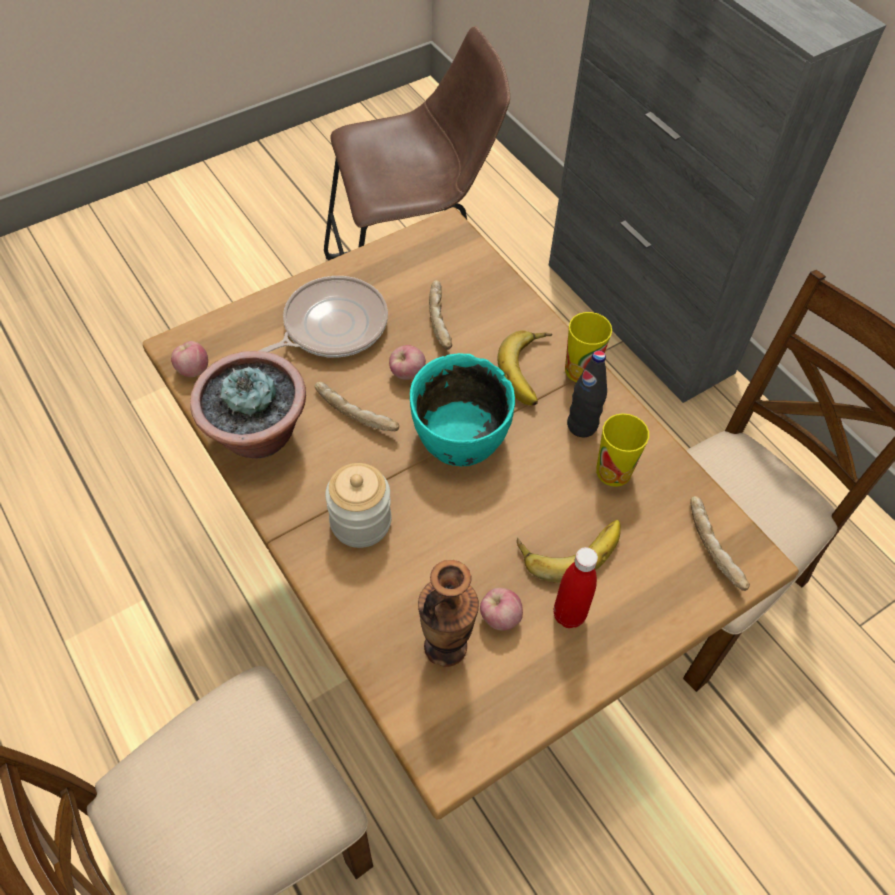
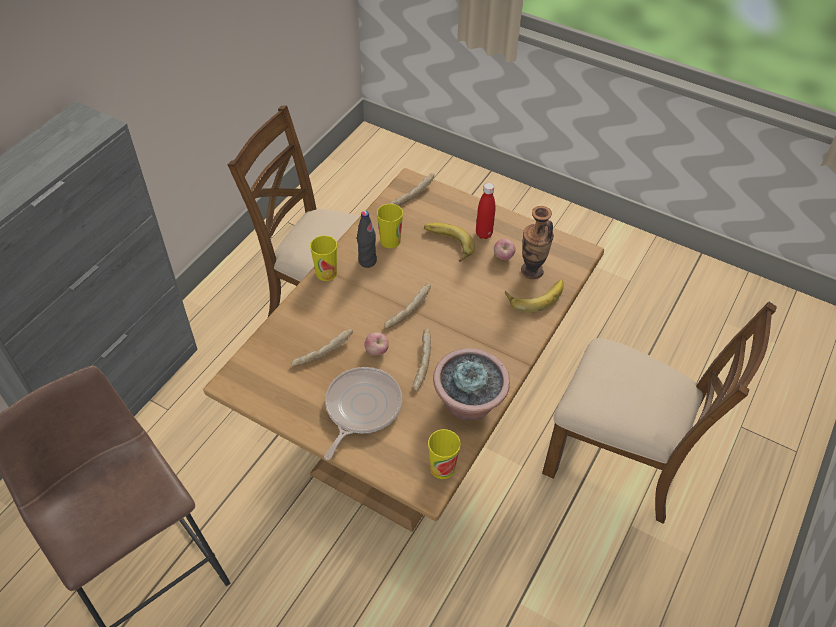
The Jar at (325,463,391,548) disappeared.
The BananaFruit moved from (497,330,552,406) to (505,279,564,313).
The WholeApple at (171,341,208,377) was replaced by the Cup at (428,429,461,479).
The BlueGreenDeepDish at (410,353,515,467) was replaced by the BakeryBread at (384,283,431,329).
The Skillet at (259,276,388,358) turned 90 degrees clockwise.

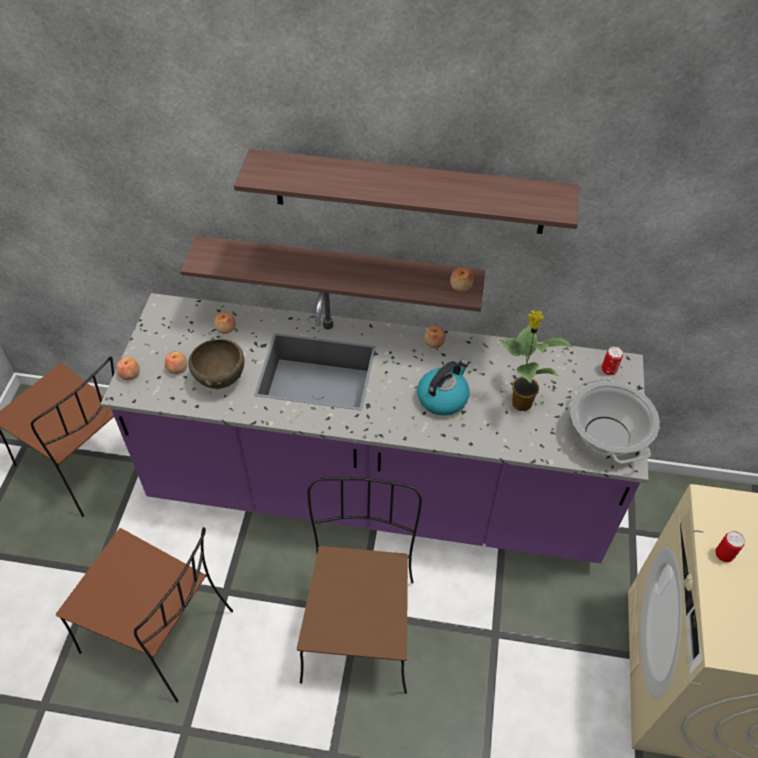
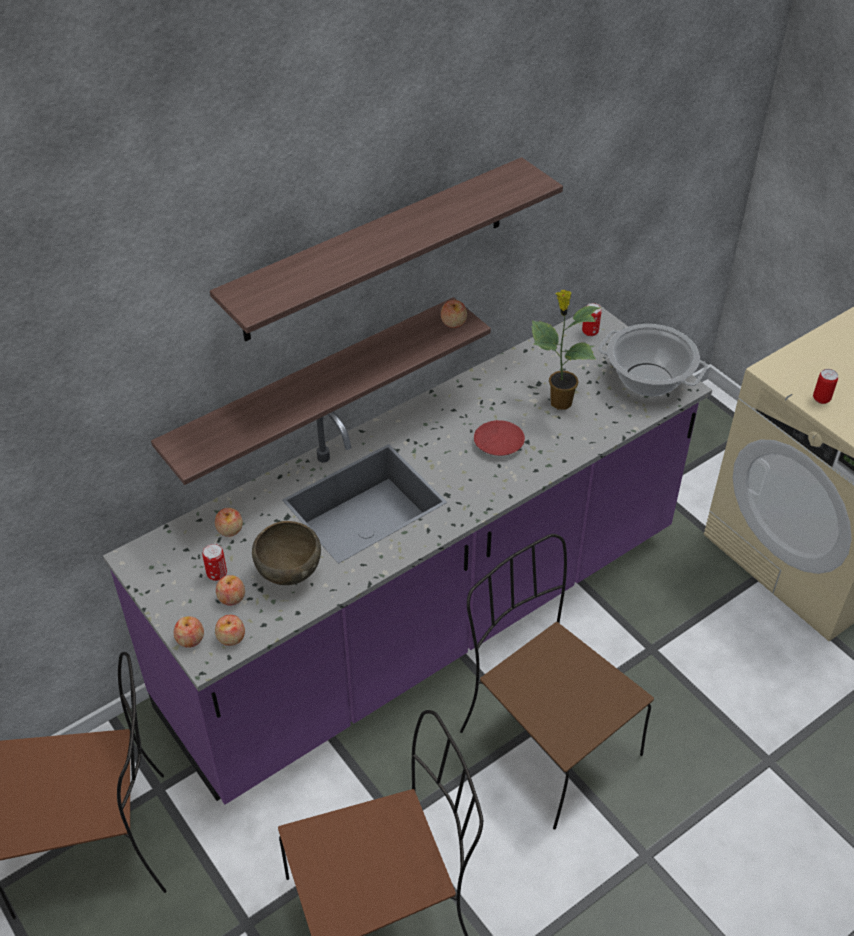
The Can at (202,543,227,581) appeared.
The WholeApple moved from (424,325,446,348) to (215,615,245,646).
The TeaKettle at (417,360,470,416) was replaced by the ReddishPlate at (474,420,525,456).

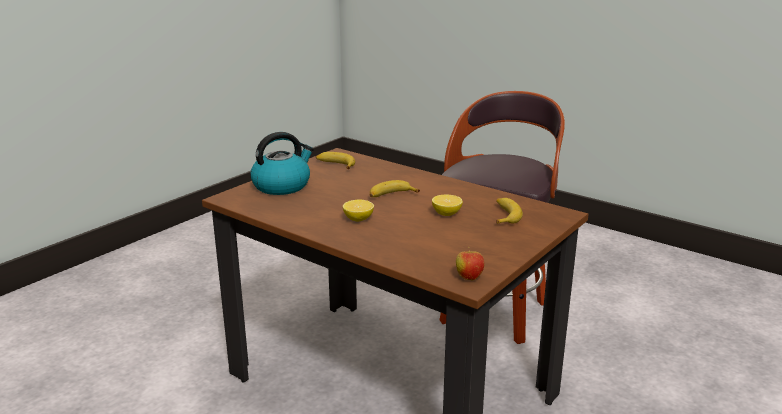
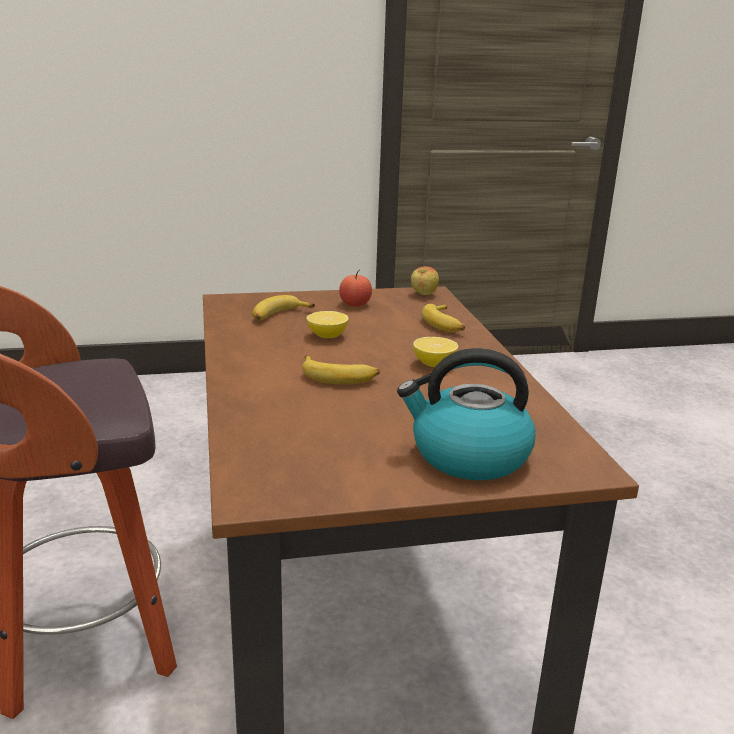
The WholeApple at (339,269,372,307) appeared.
The BananaFruit moved from (316,152,355,169) to (422,304,465,332).

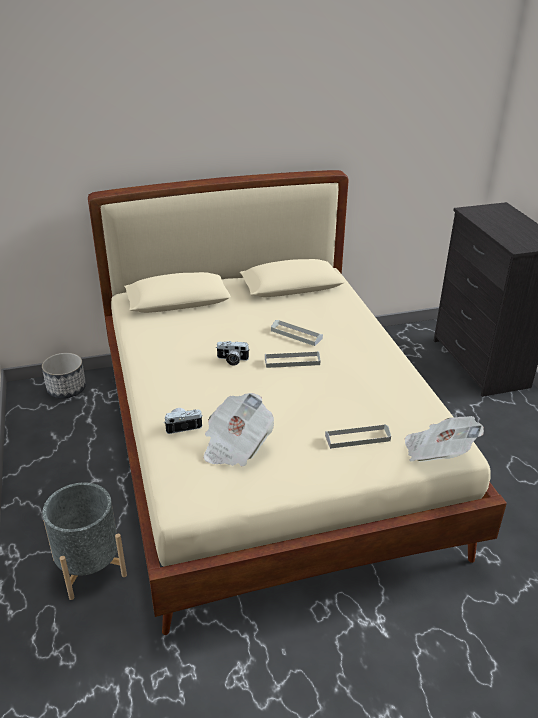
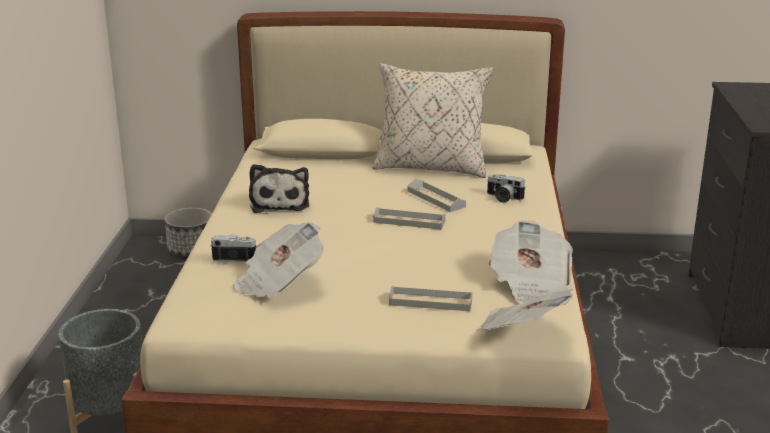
The PlushToy at (249,164,309,213) appeared.
The BeigePillow at (372,63,493,178) appeared.
The PrintedPaper at (489,220,573,304) appeared.
The PhotoCamera moved from (217,341,250,366) to (487,174,526,203).

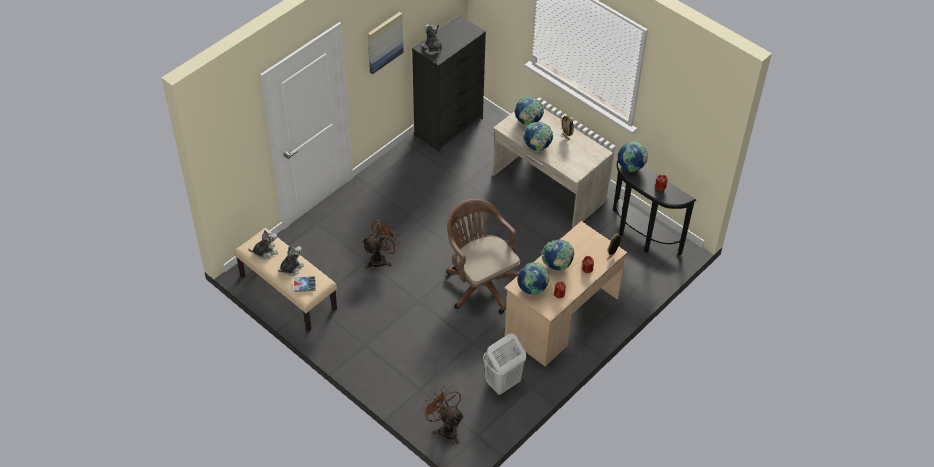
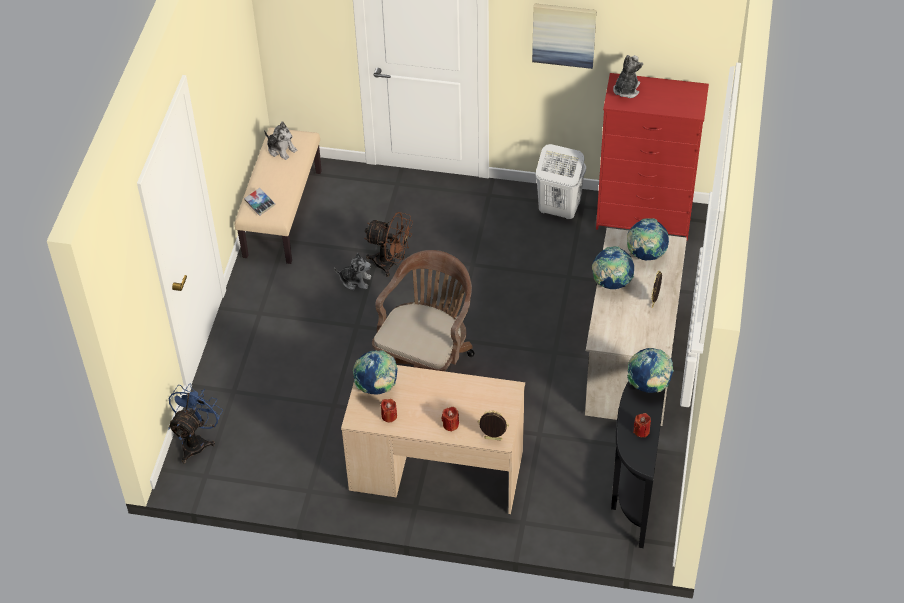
The DeskGlobe at (542,240,574,271) disappeared.
The PlushToy moved from (278,246,304,276) to (334,253,371,290).
The WhiteLaundryBasket moved from (483,334,526,395) to (536,144,586,220).
The BlackDresser at (412,15,486,152) became the ReddishDresser at (596,73,709,241).
The BrownColouredCoolingFan at (422,386,464,444) became the BlueCoolingFan at (168,383,223,464).

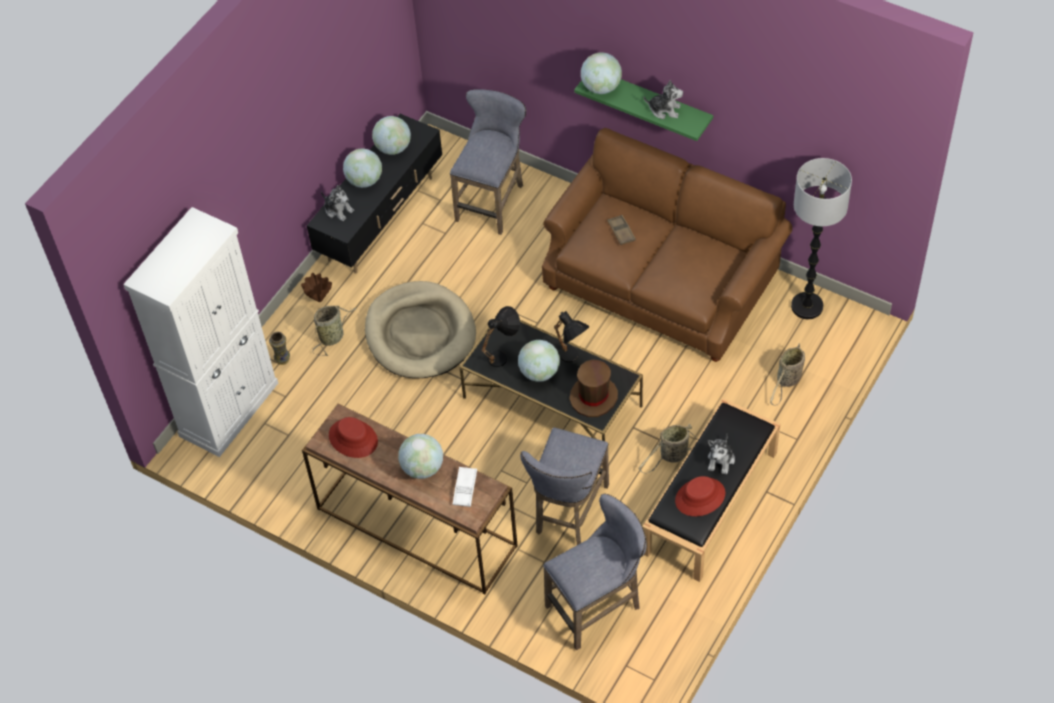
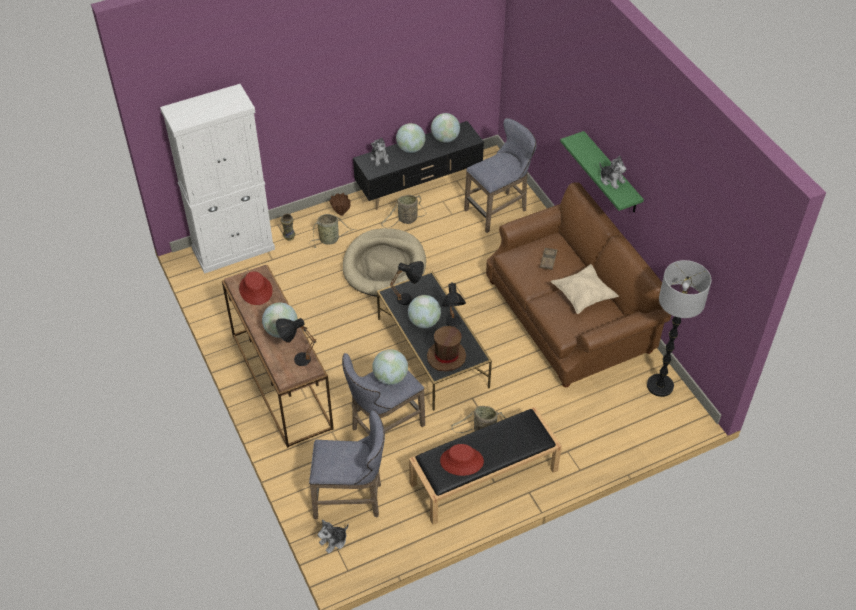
The BeigePillow at (551,264,619,314) appeared.
The DeskGlobe moved from (581,52,622,94) to (372,349,408,385).
The PlushToy moved from (708,434,735,474) to (318,519,349,554).
The HouseholdBasket moved from (770,343,805,406) to (381,195,426,228).
The WhiteTray at (453,467,477,507) was replaced by the BlackTabletopLamp at (276,318,316,366).

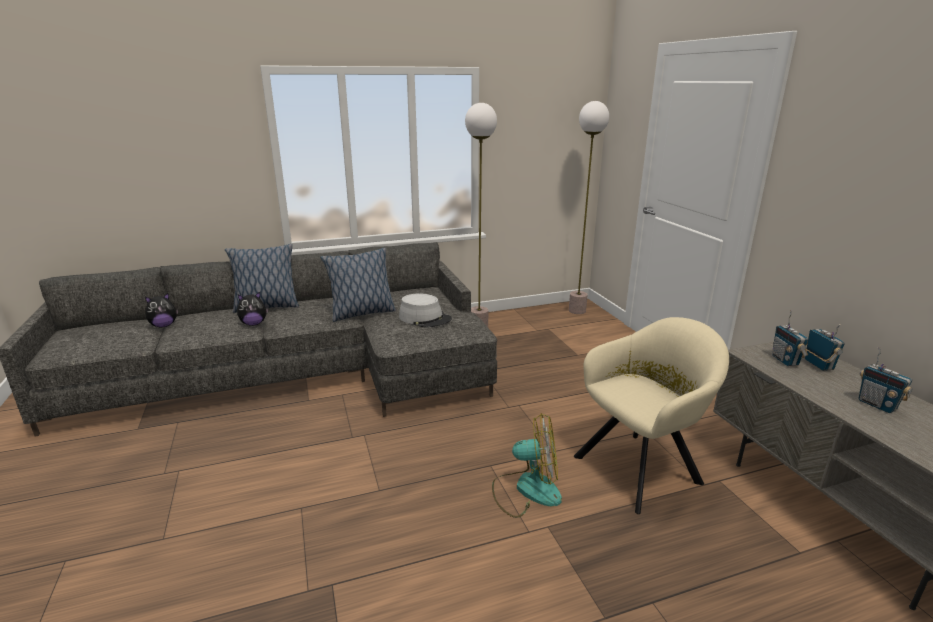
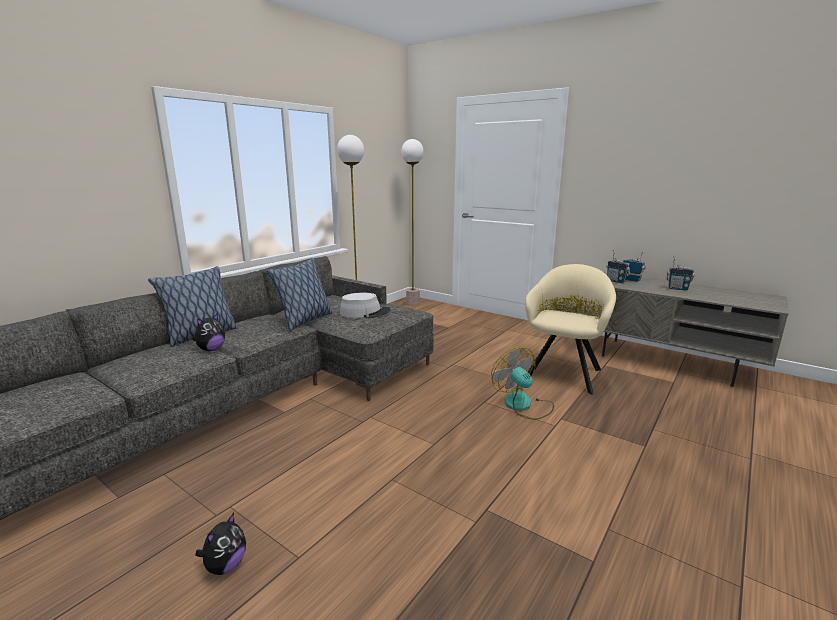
The PlushToy moved from (145,293,178,327) to (195,513,246,575).
The CoolingFan at (492,413,562,518) turned 90 degrees counterclockwise.

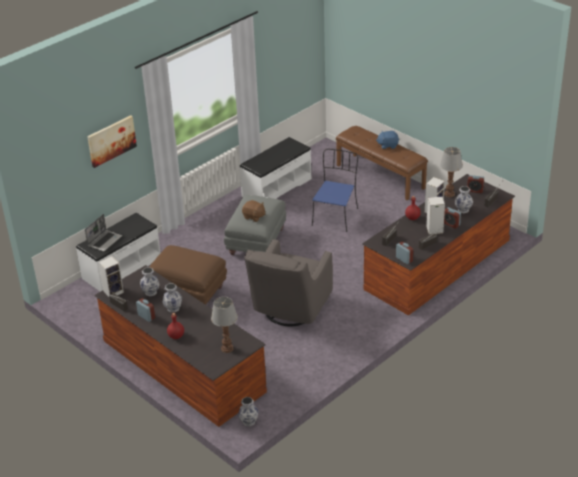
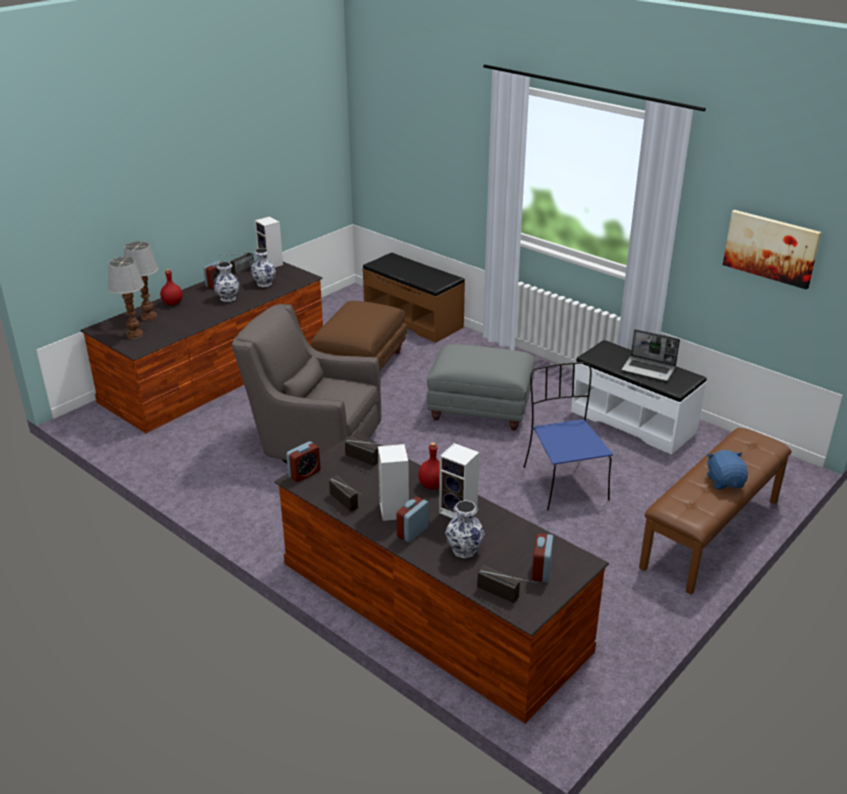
The Vase at (238,397,259,427) disappeared.
The BrownColouredPlushToy at (242,200,265,222) disappeared.
The PortableComputer moved from (85,214,122,252) to (622,329,680,381).
The Picture moved from (87,115,137,168) to (723,210,821,290).
The TabletopLamp moved from (440,147,463,197) to (124,241,158,321).
The WhiteLongSeat at (76,213,161,292) became the BrownColouredLongSeat at (362,253,465,343).
The BlueUprightChair at (312,149,358,232) turned 120 degrees counterclockwise.

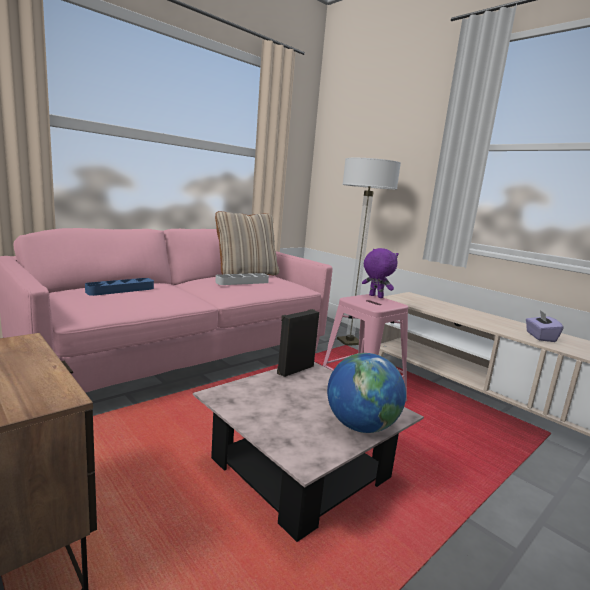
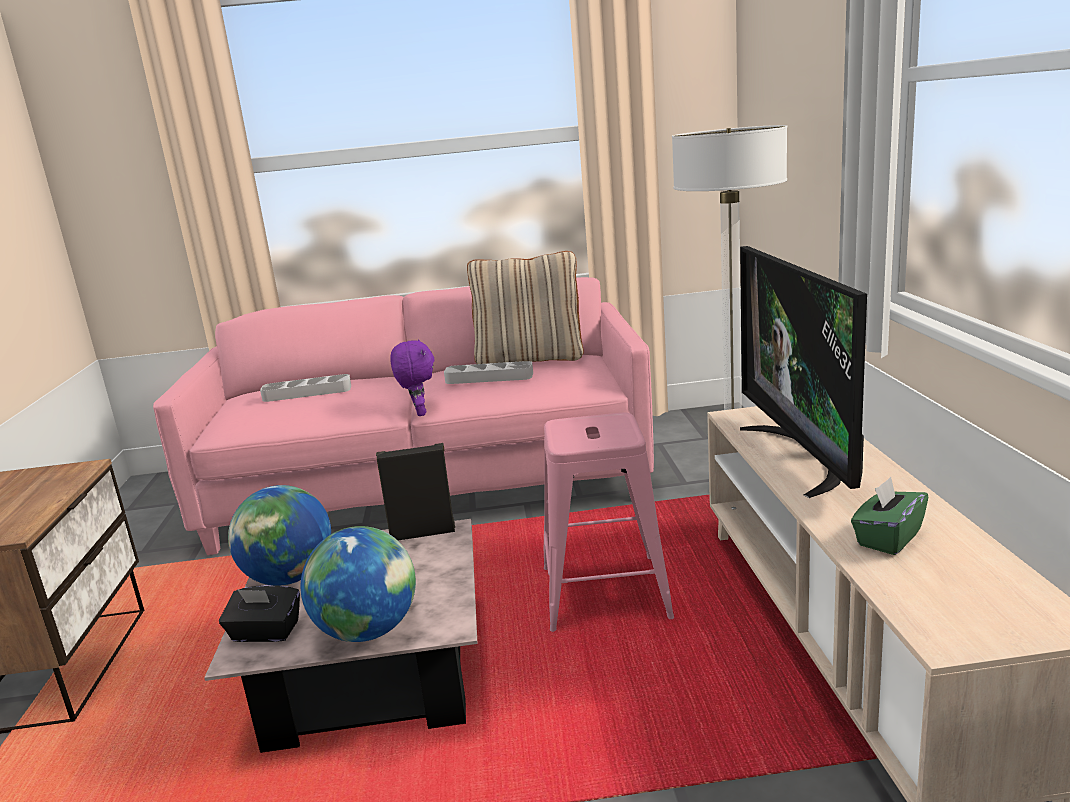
The BlackTissueHolder at (219,585,300,642) appeared.
The DeskGlobe at (228,485,331,586) appeared.
The TvSet at (740,246,867,498) appeared.
The PurplishPlushToy moved from (362,248,399,298) to (390,339,435,416).
The BlueTray at (85,278,154,296) became the GreyTray at (260,374,351,402).
The PurplishTissueHolder at (526,310,563,342) became the GreenColouredTissueHolder at (851,477,928,555).

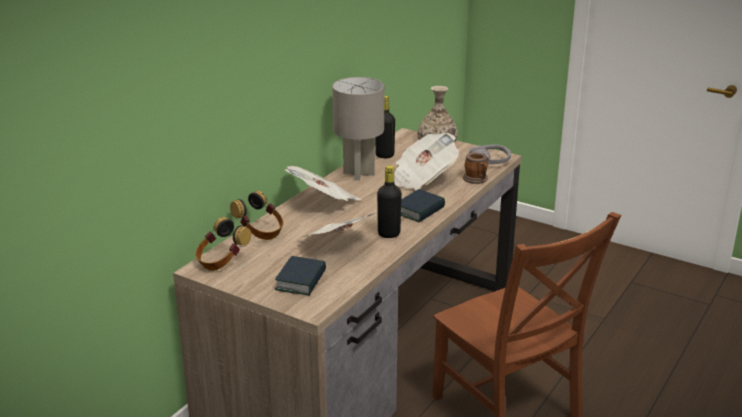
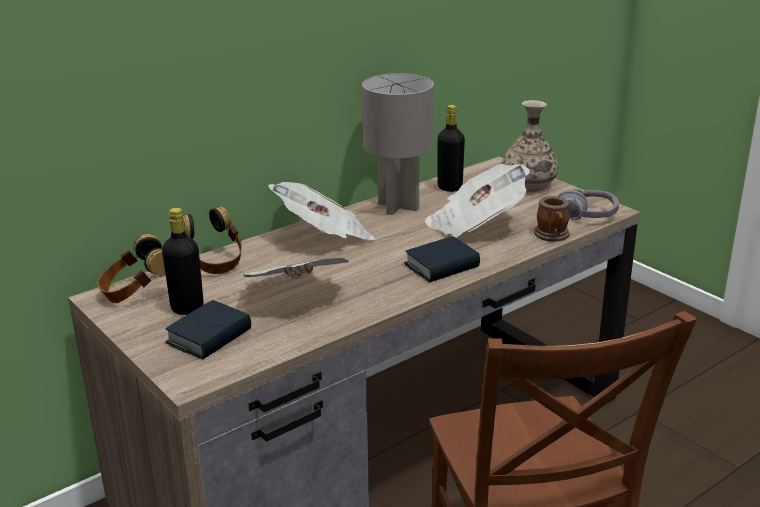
The BlackBottle moved from (377,165,402,238) to (162,208,204,315).

